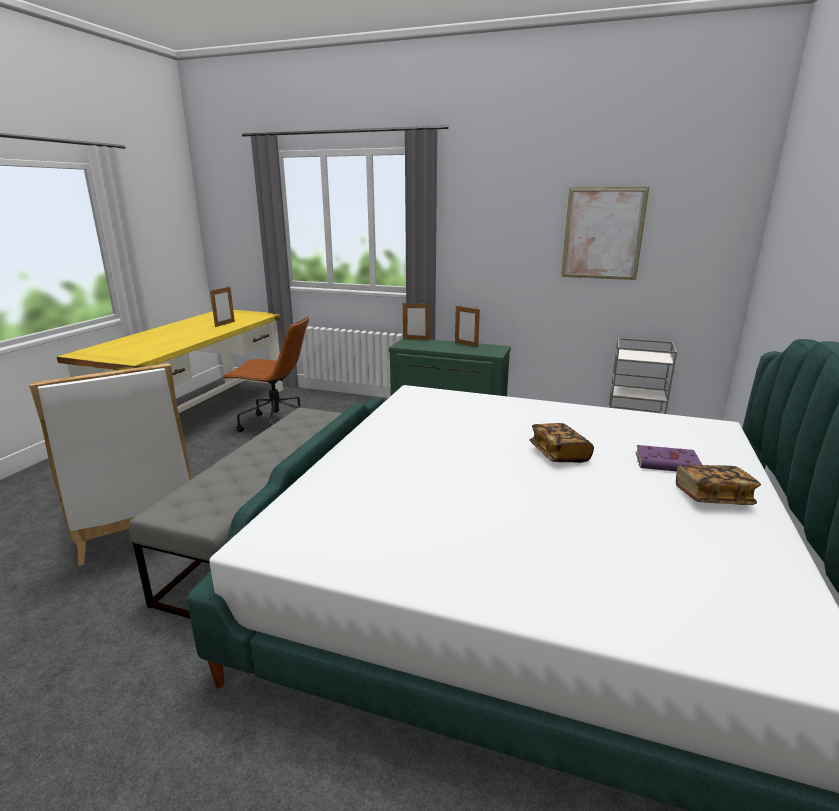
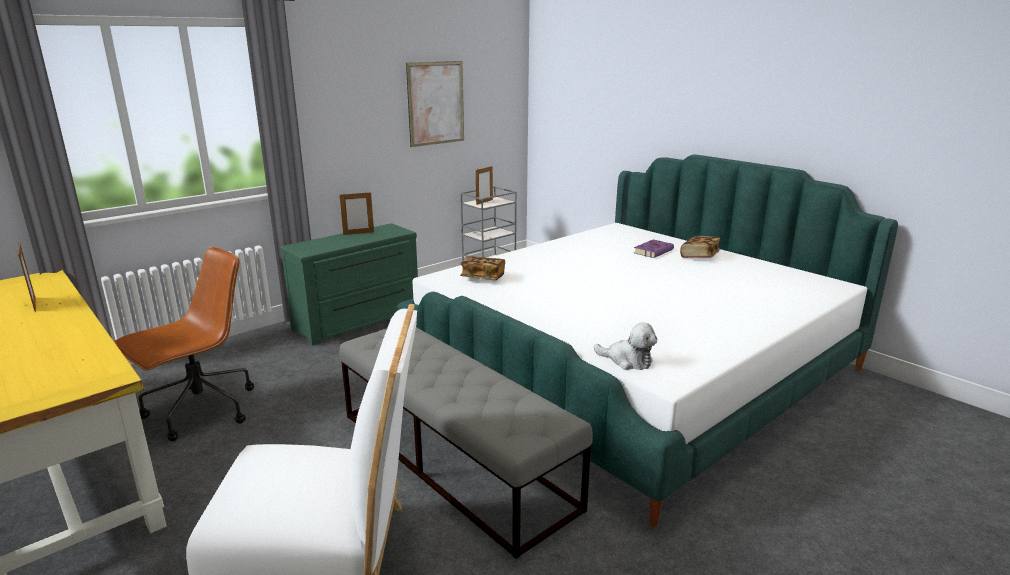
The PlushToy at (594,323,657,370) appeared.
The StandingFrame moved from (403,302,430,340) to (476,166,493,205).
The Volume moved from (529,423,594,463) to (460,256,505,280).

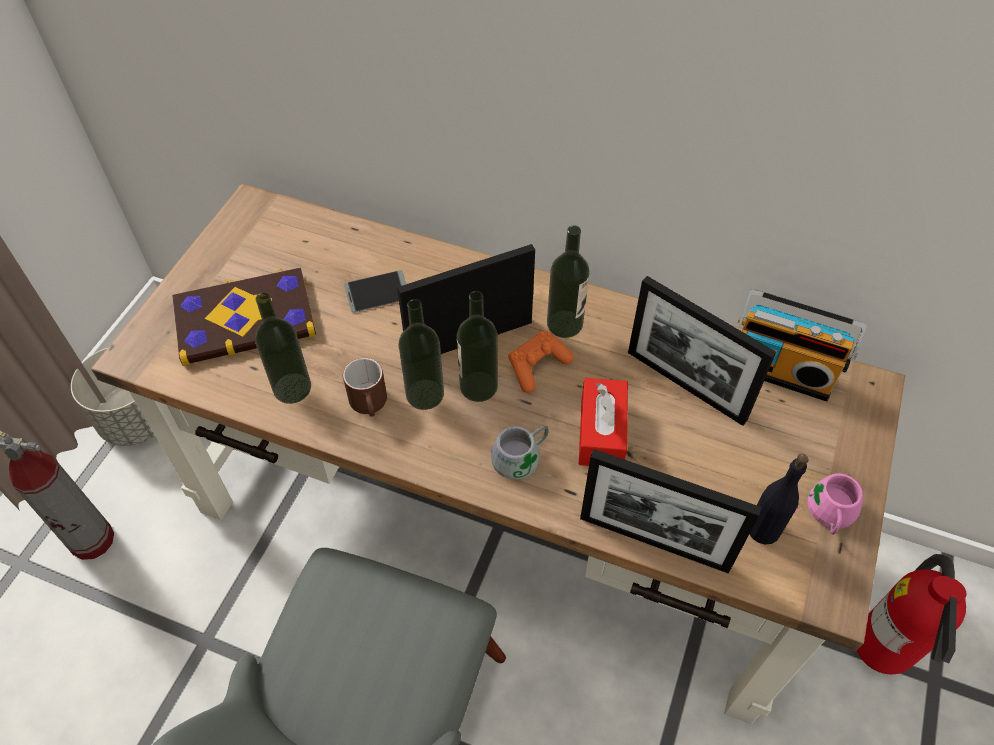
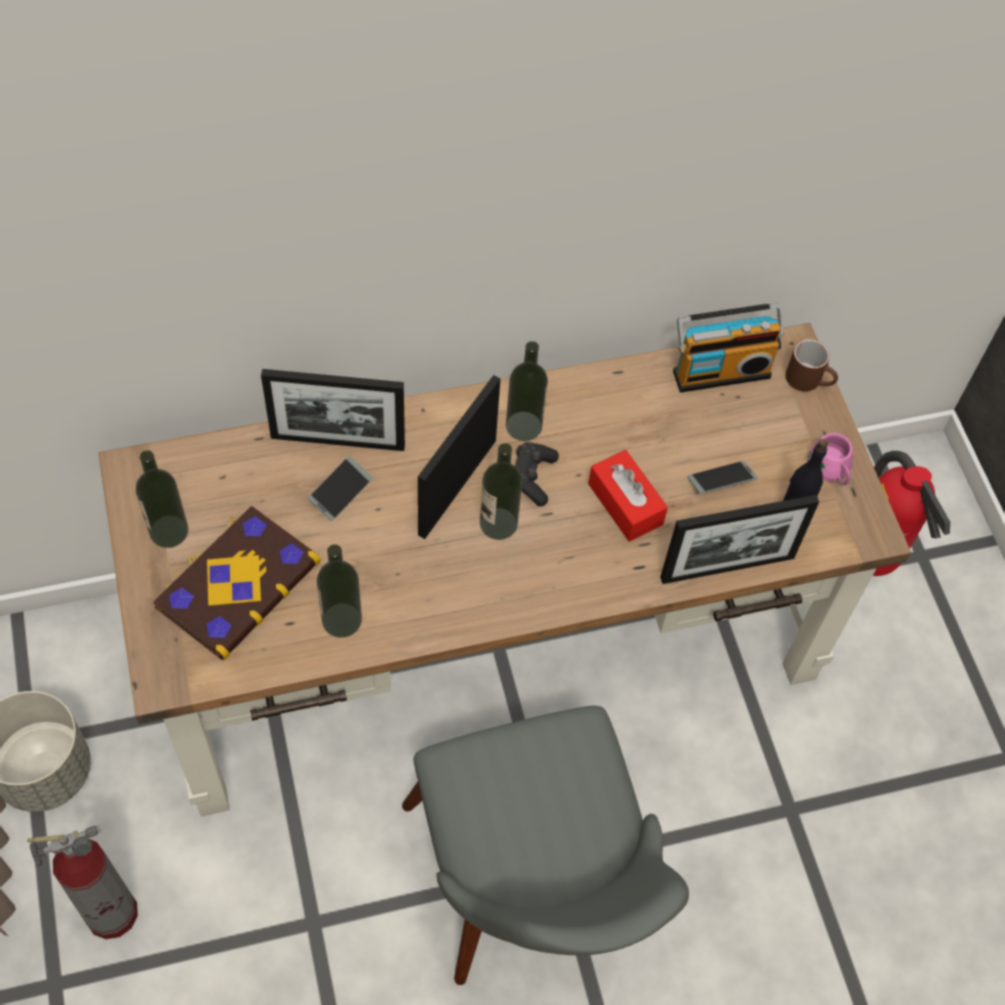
The GreyMug at (491,425,553,480) disappeared.
The Telephone at (687,461,758,494) appeared.
The BrownColouredMug moved from (343,358,387,416) to (786,339,838,391).
The Bottle moved from (398,299,444,410) to (136,450,188,548).
The StandingFrame moved from (628,276,776,426) to (261,369,405,451).
The OrangeColouredJoypad at (508,331,574,393) became the BlackJoypad at (515,442,559,506).

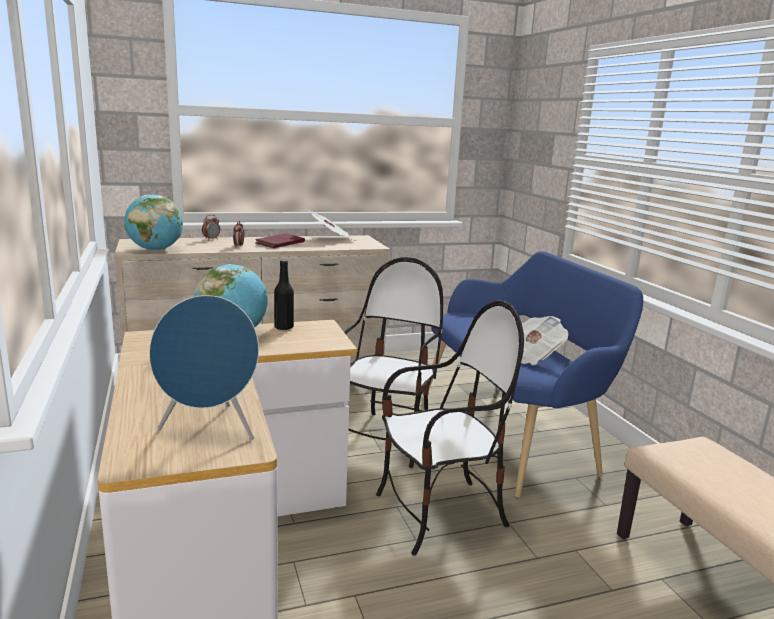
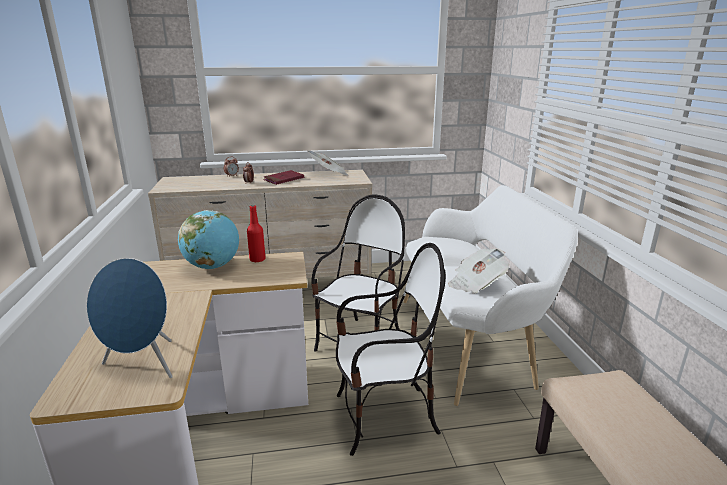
The DeskGlobe at (124,194,183,251) disappeared.
The BlackBottle at (274,260,294,330) became the ReddishBottle at (247,205,266,262).
The BlueLongSeat at (429,251,643,498) became the WhiteLongSeat at (404,185,578,406).

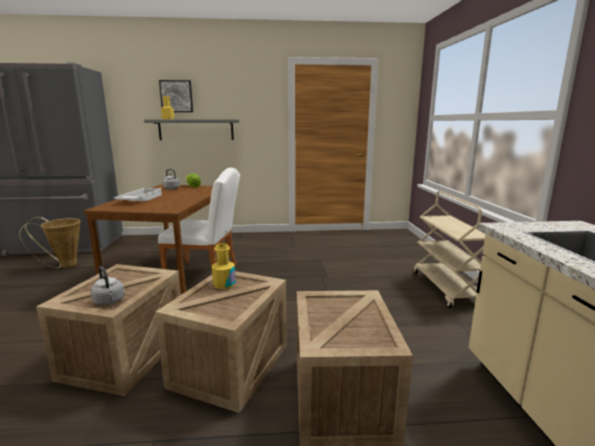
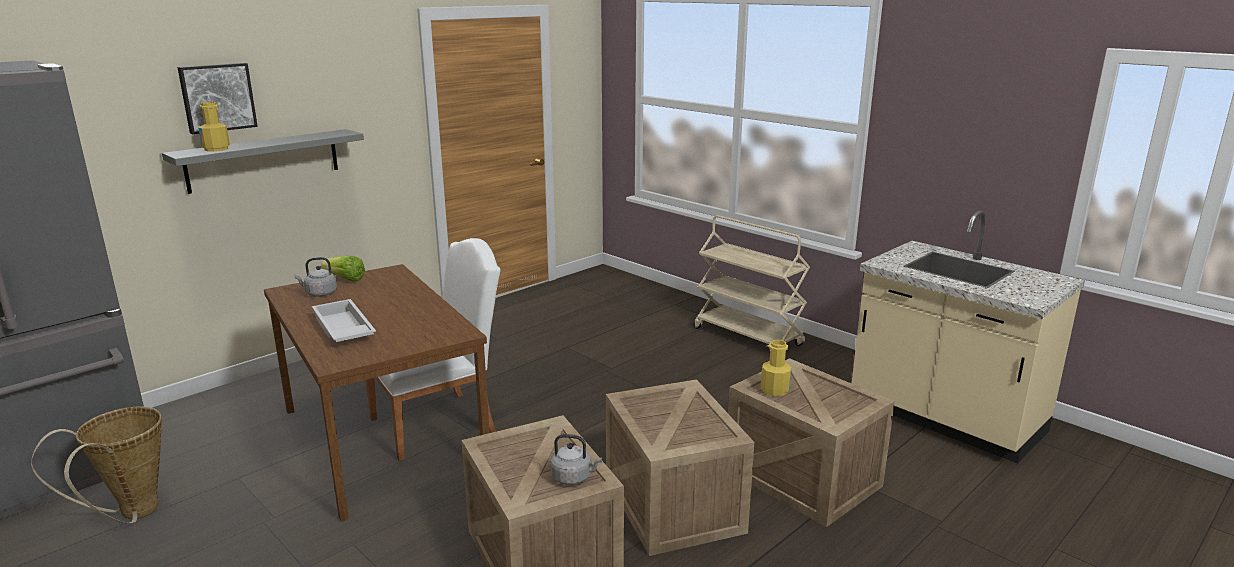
The YellowishBottle moved from (212,244,236,289) to (761,340,791,396).

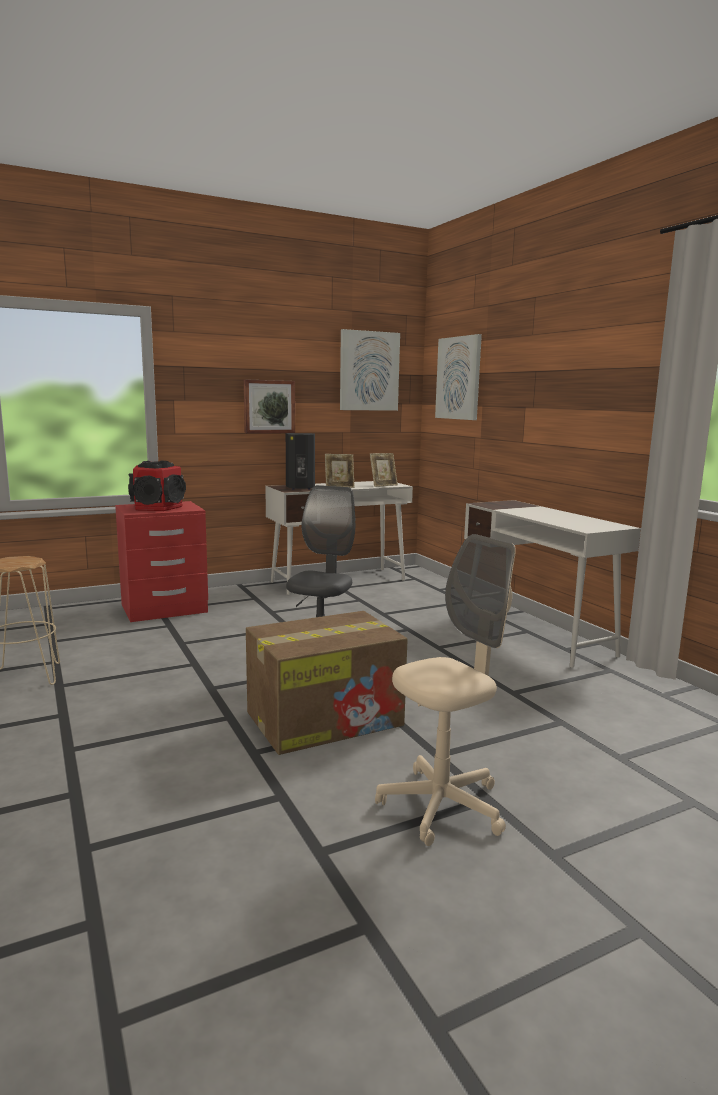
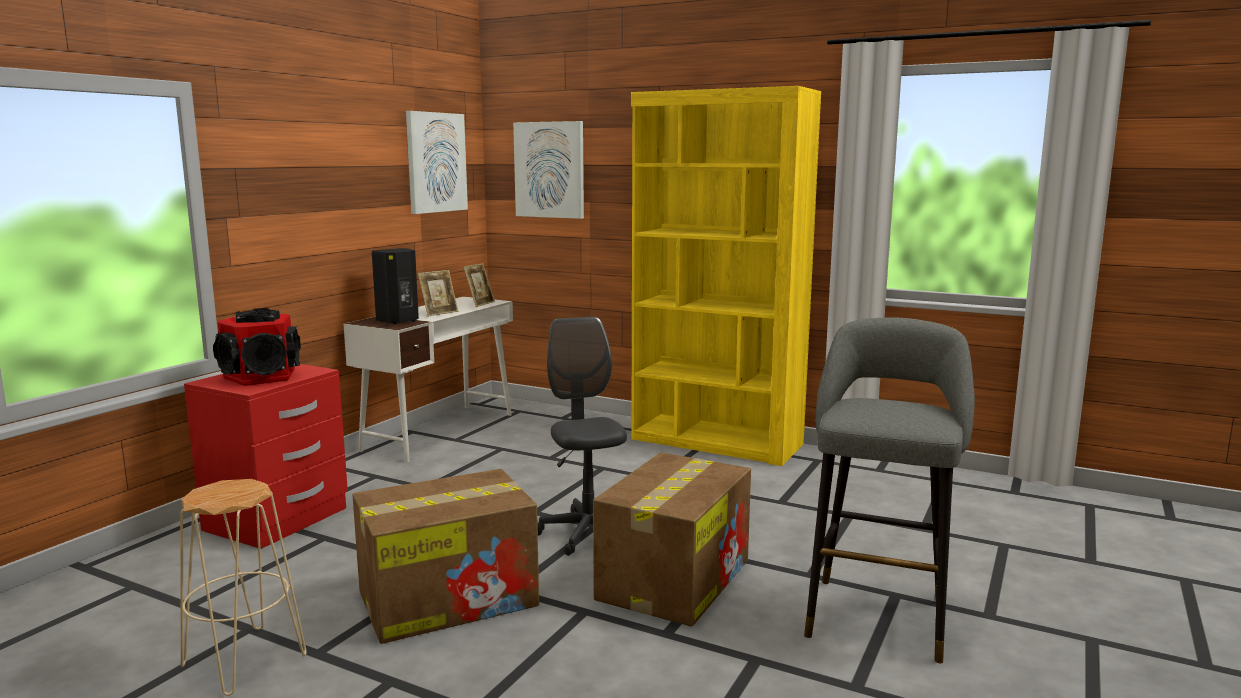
The Picture at (244,379,295,433) disappeared.
The Carton at (352,469,539,644) appeared.
The BeigeComputerChair at (375,534,516,846) was replaced by the GreySittingStool at (804,317,975,664).
The WhiteDesk at (464,500,641,667) was replaced by the YellowishBookcase at (631,86,821,466).

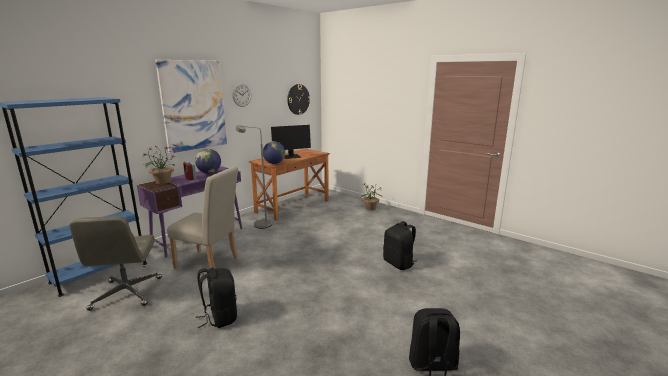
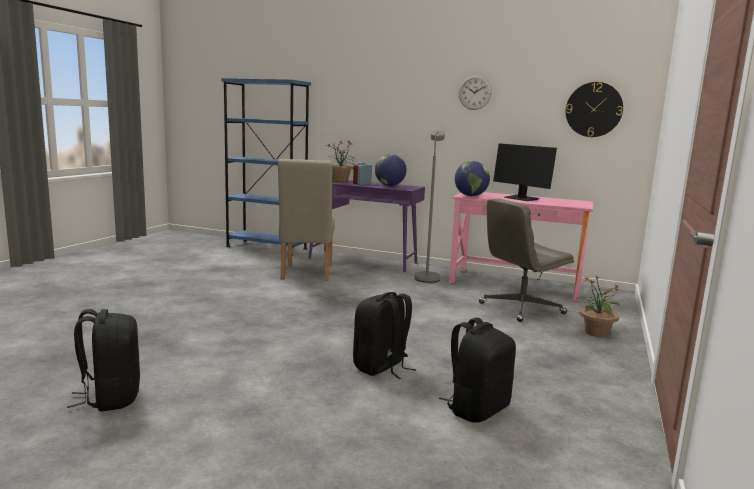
The Picture at (155,60,227,153) disappeared.
The GreyComputerChair moved from (70,216,162,311) to (479,198,574,322).
The BlackRucksack moved from (196,267,237,328) to (439,317,516,423).
The BrownColouredDesk at (249,149,330,221) became the PinkishDesk at (449,192,593,301).

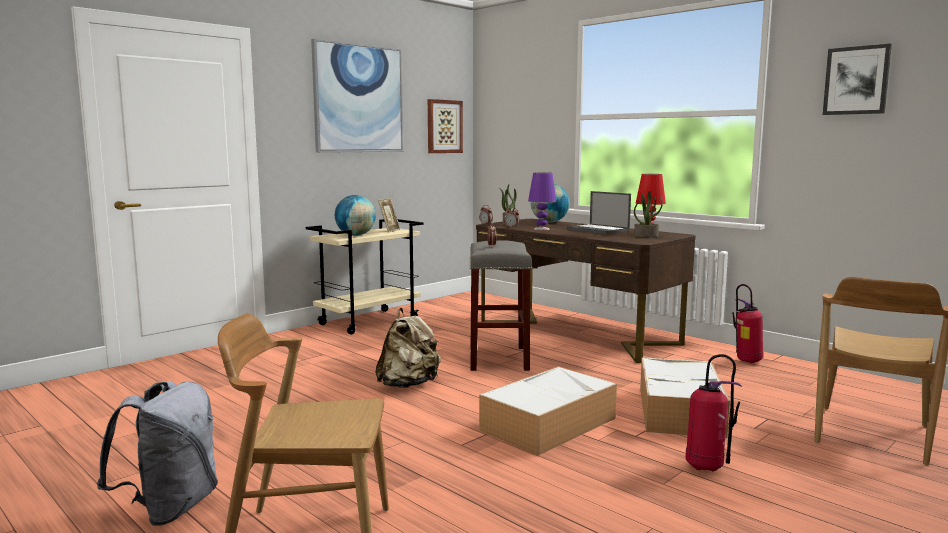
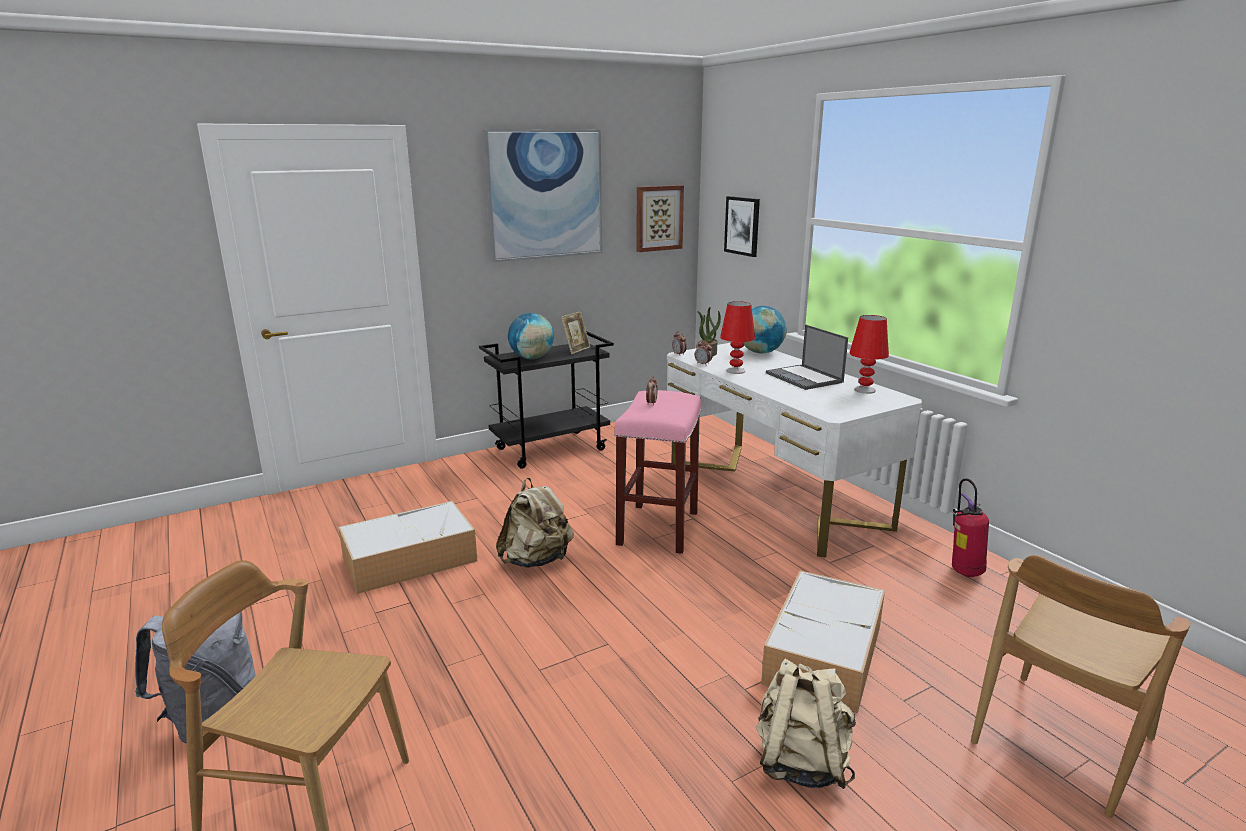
The Houseplant at (634,191,663,238) disappeared.
The StorageBin moved from (479,367,617,456) to (338,501,477,594).
The Picture moved from (823,44,892,115) to (724,196,760,257).
The Extinguisher at (685,354,742,471) was replaced by the BeigeRucksack at (756,659,856,789).
The BeigeWheeledCart at (306,219,424,335) became the BlackWheeledCart at (479,331,614,469).
The GreySittingStool at (470,240,532,371) became the PinkishSittingStool at (614,390,702,554).
The BrownColouredDesk at (476,219,696,363) became the WhiteDesk at (667,343,922,558).
The PurplishTabletopLamp at (528,172,556,230) became the ReddishTabletopLamp at (720,301,755,374).

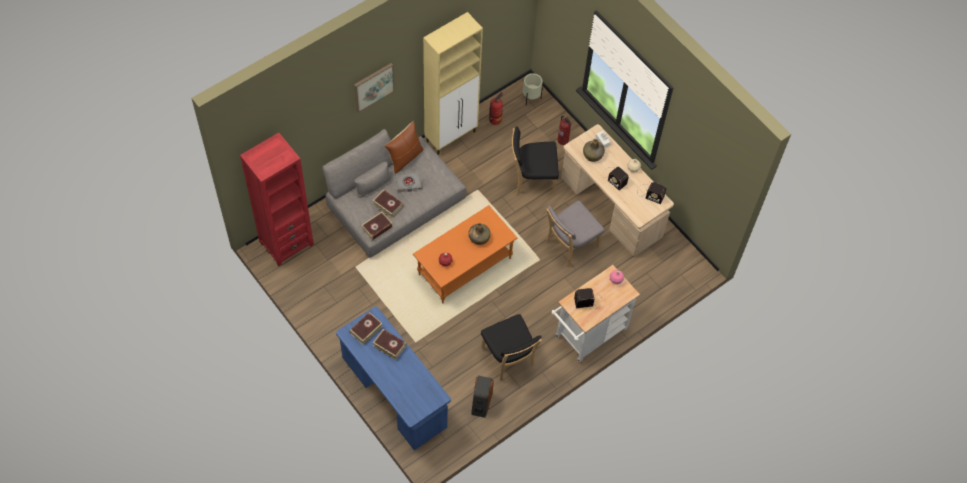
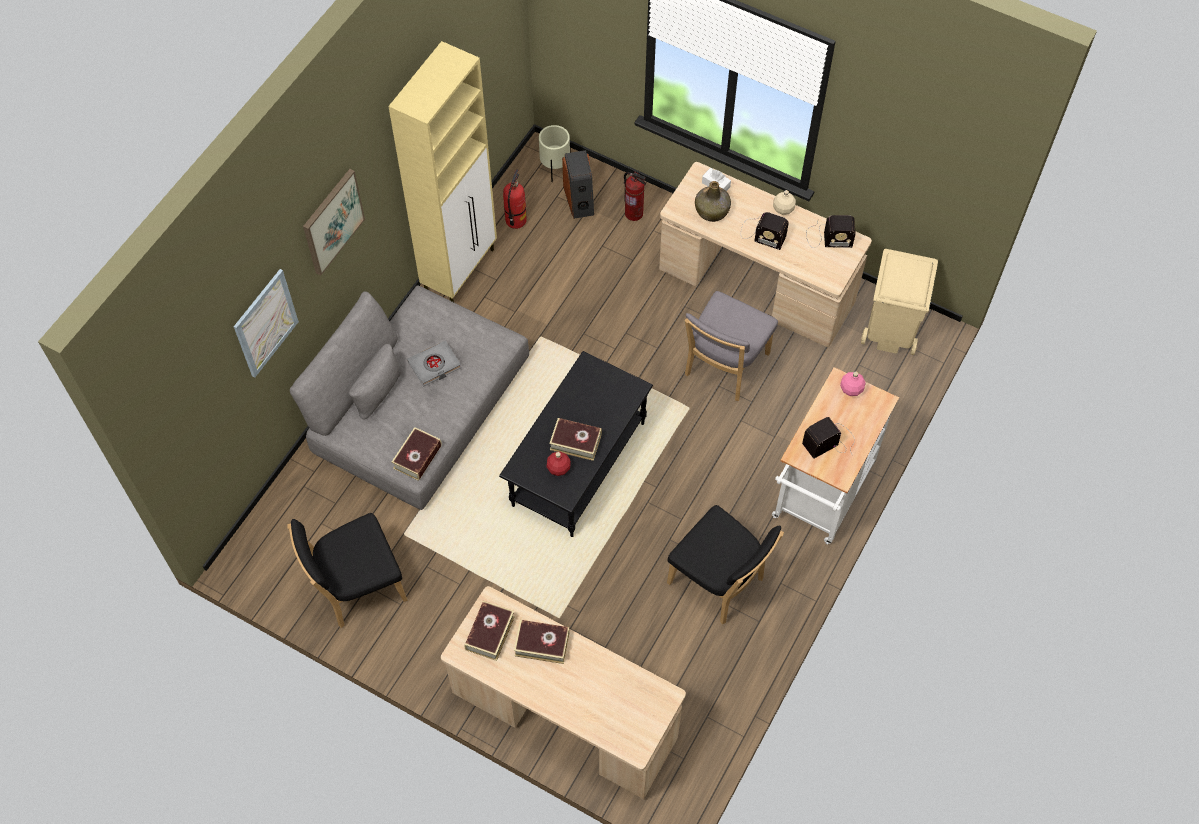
The ReddishBookcase at (240,133,314,266) disappeared.
The BrownColouredPillow at (384,121,424,174) disappeared.
The GreenColouredBottle at (468,223,491,245) disappeared.
The Picture at (234,269,299,378) appeared.
The BeigeTrashCan at (861,249,938,355) appeared.
The Volume moved from (373,190,403,218) to (549,418,602,461).
The AudioSpeaker moved from (471,375,494,418) to (562,150,594,219).
The BlackUprightChair moved from (512,126,559,195) to (287,513,407,628).
The BlueDesk at (336,306,451,450) became the BeigeDesk at (441,586,686,799).
The OrangeColouredLowTable at (413,205,517,303) became the BlackLowTable at (499,351,653,537).

